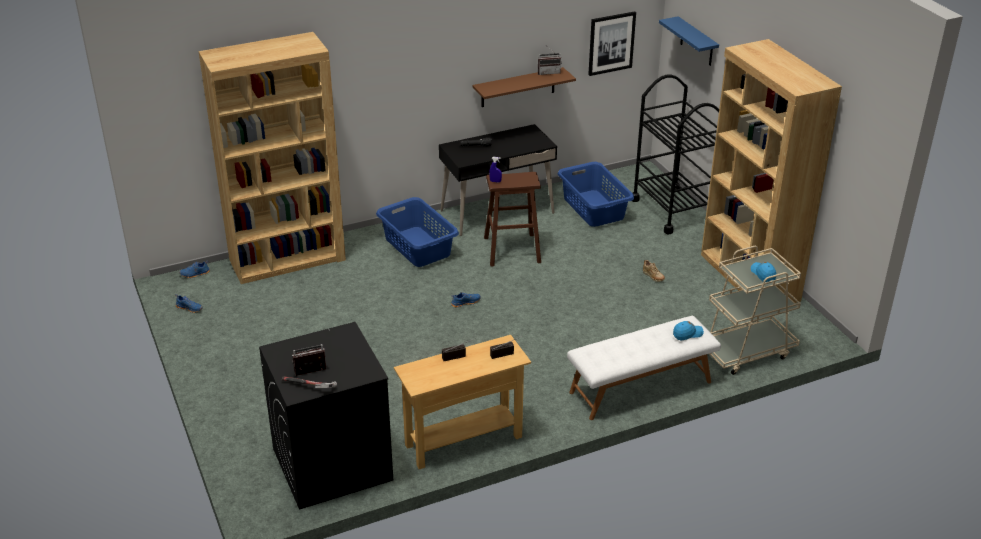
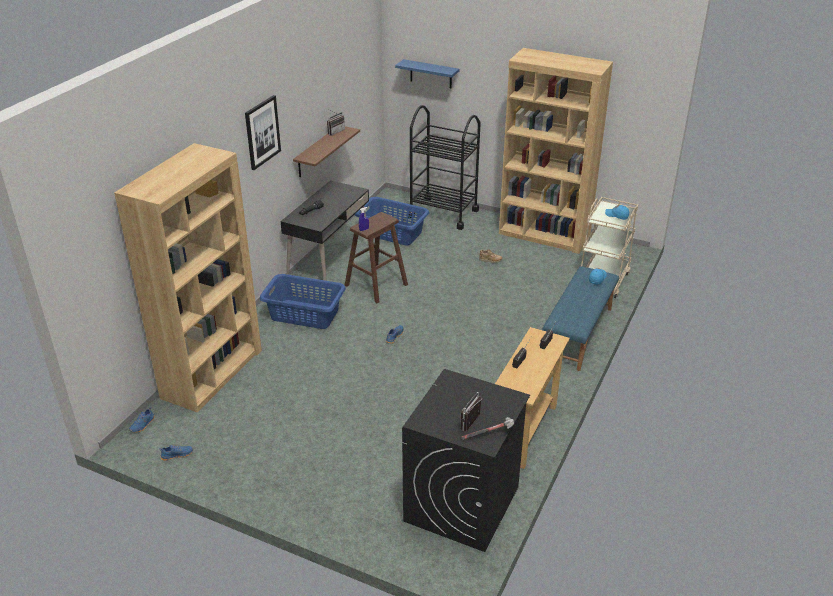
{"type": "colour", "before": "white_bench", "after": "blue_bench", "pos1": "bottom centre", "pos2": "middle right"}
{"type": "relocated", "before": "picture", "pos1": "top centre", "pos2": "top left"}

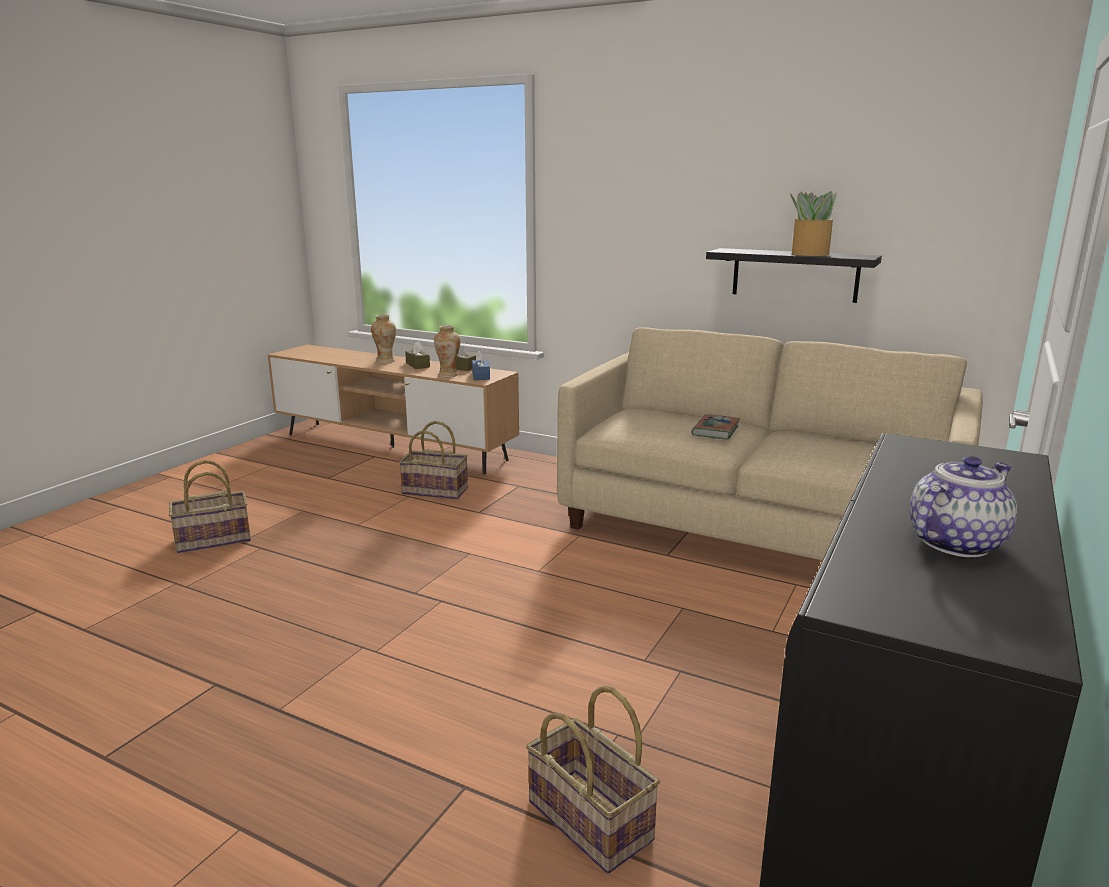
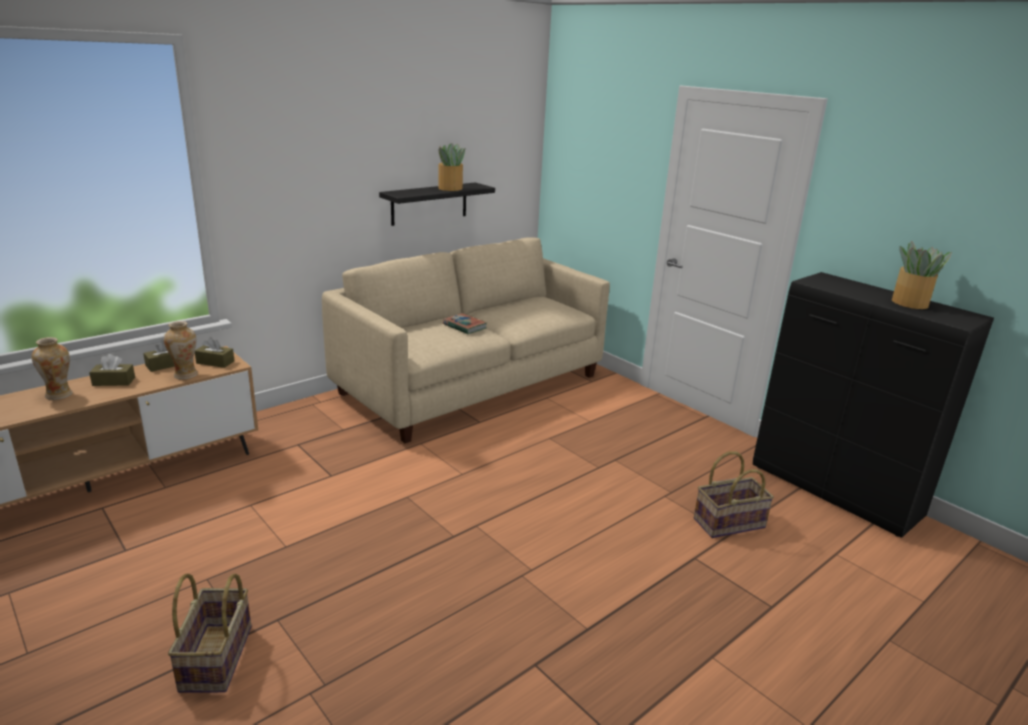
{"type": "missing", "before": "basket (no. 2 from left)", "pos1": "centre"}
{"type": "colour", "before": "blue_tissue_box", "after": "brown_tissue_box (no. 3 from left)", "pos1": "centre", "pos2": "middle left"}
{"type": "exchanged", "before": "teapot", "after": "potted_plant (no. 2 from left)", "pos1": "middle right", "pos2": "middle right"}

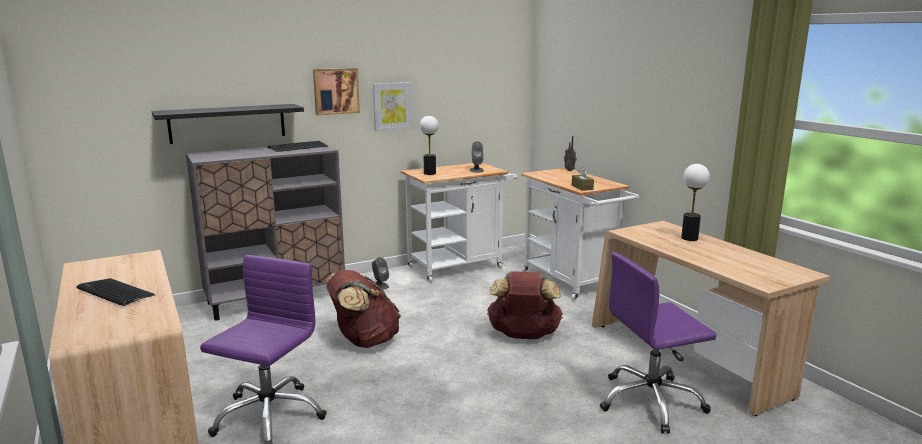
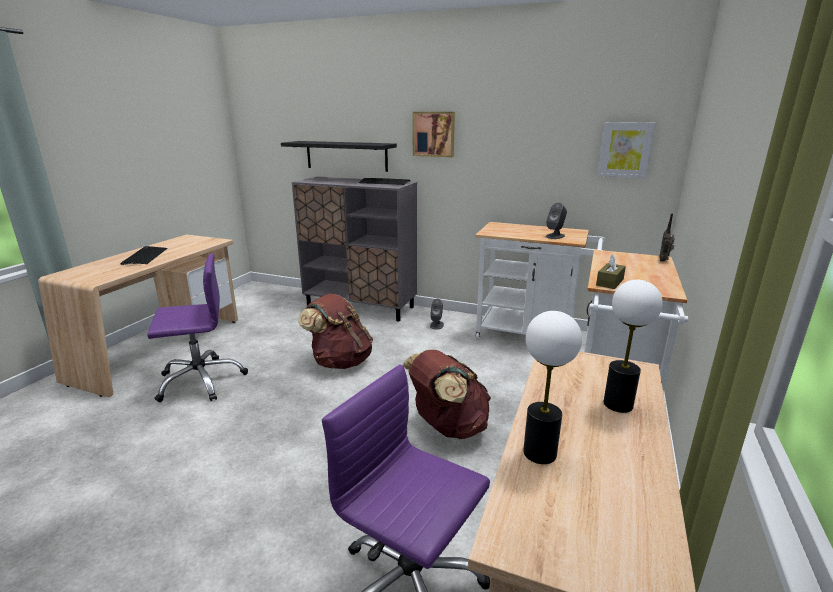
{"type": "relocated", "before": "picture (no. 2 from left)", "pos1": "top centre", "pos2": "top right"}
{"type": "relocated", "before": "table_lamp (no. 1 from left)", "pos1": "top centre", "pos2": "centre"}

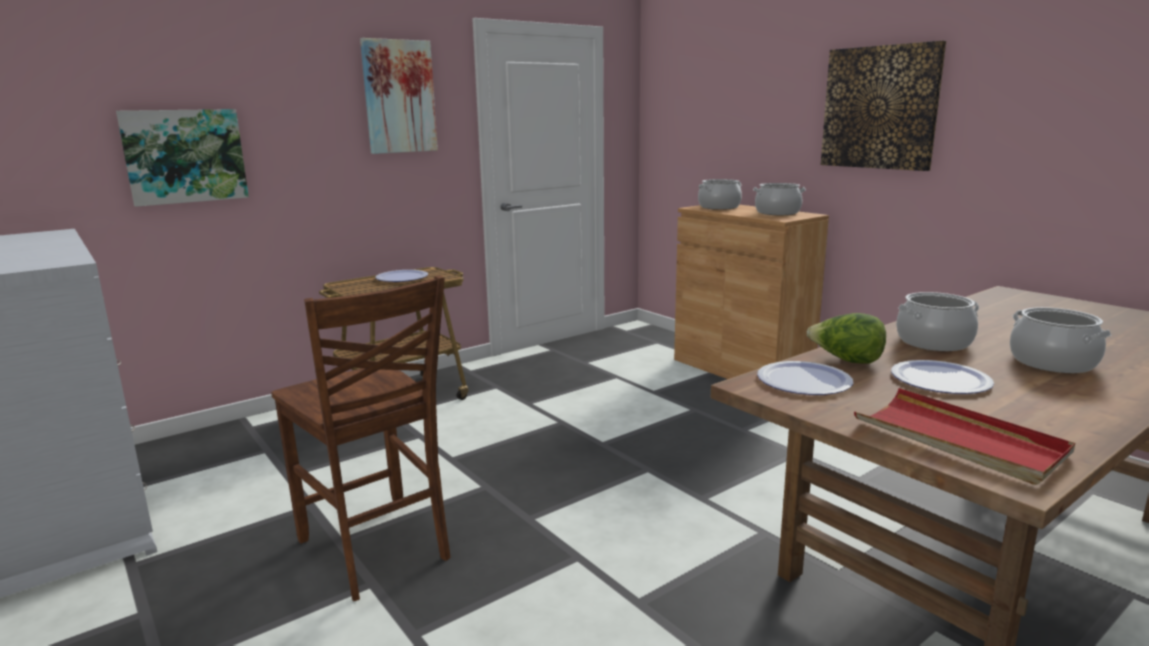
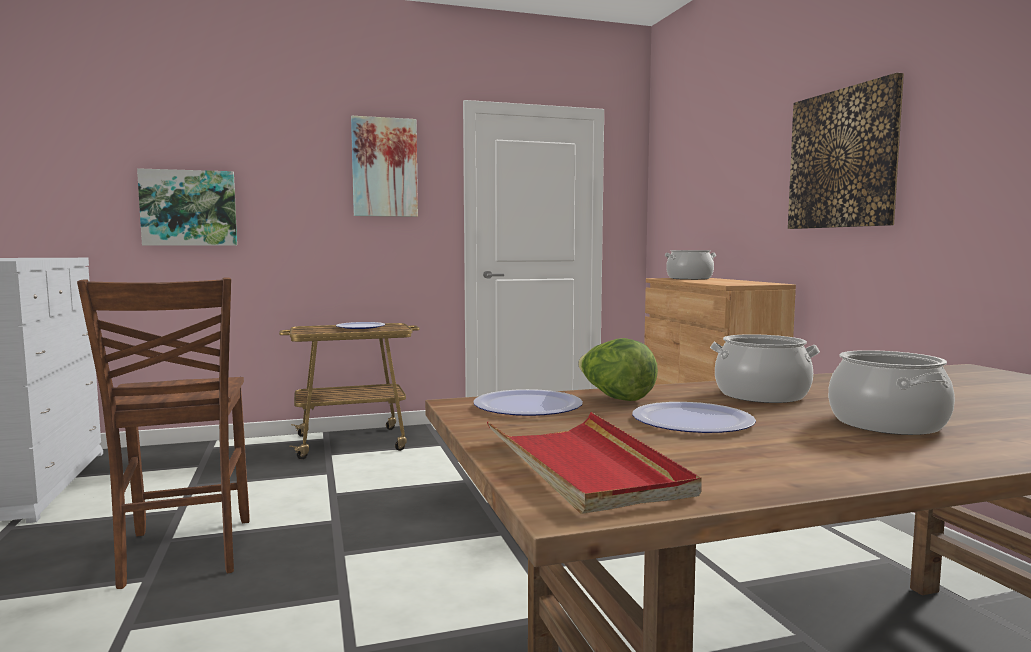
{"type": "missing", "before": "cooking_pot (no. 2 from left)", "pos1": "top right"}

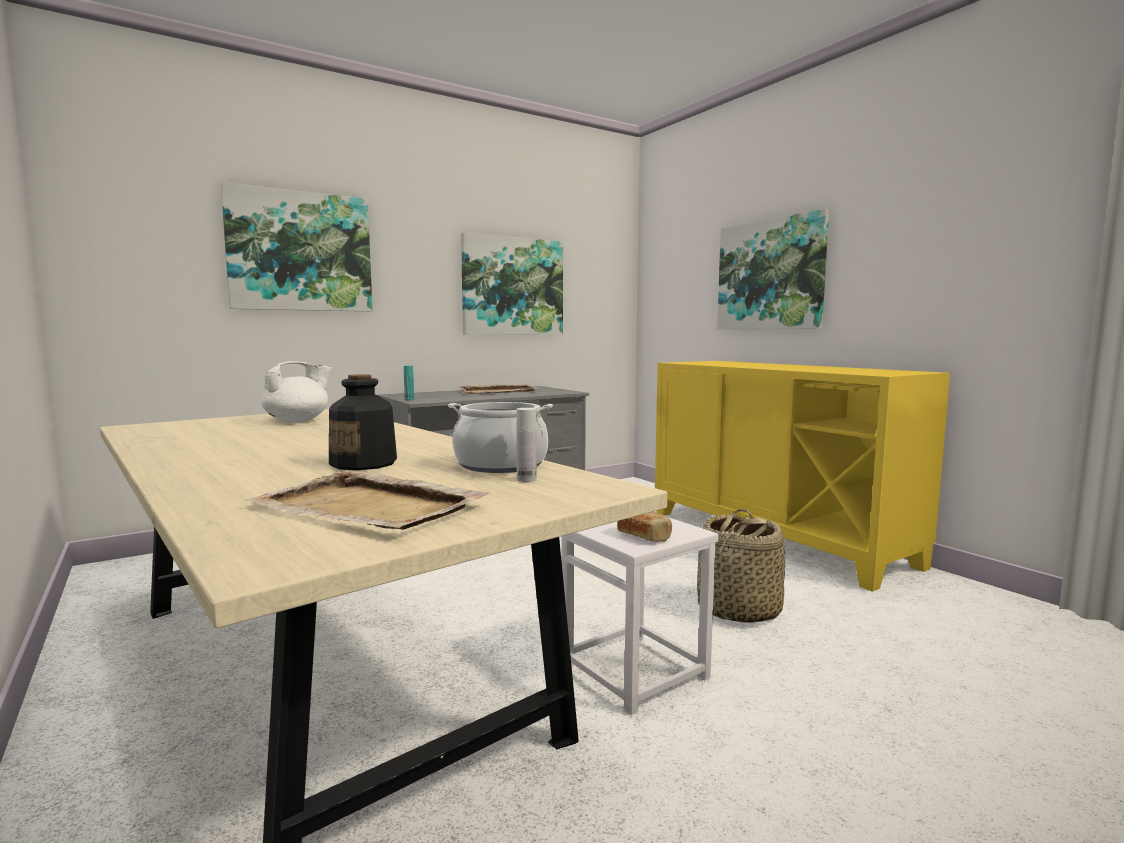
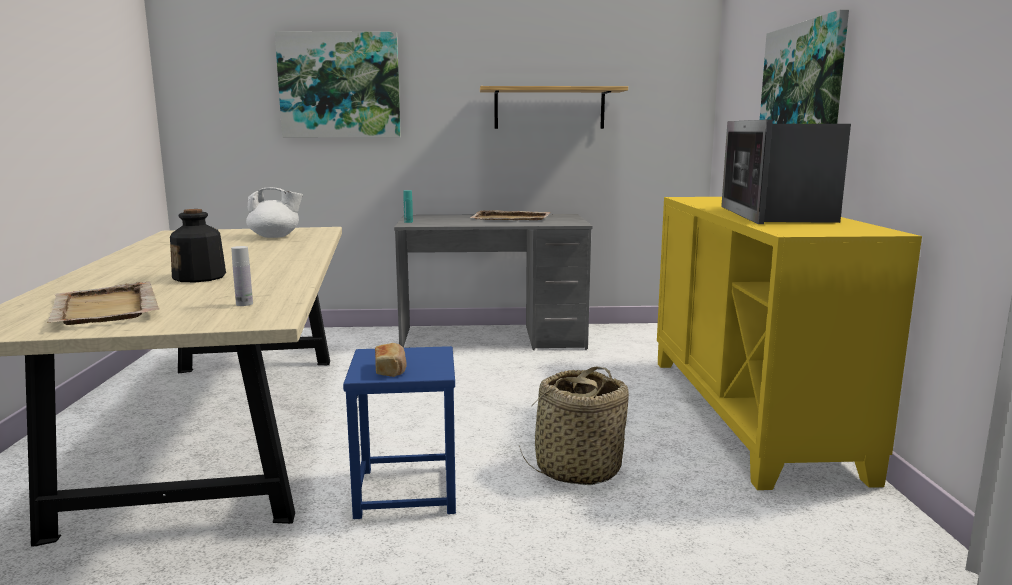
{"type": "missing", "before": "cooking_pot", "pos1": "centre"}
{"type": "exchanged", "before": "picture (no. 2 from left)", "after": "shelf", "pos1": "centre", "pos2": "top centre"}
{"type": "colour", "before": "white_stool", "after": "blue_stool", "pos1": "bottom centre", "pos2": "bottom centre"}
{"type": "appeared", "after": "microwave", "pos2": "top right"}

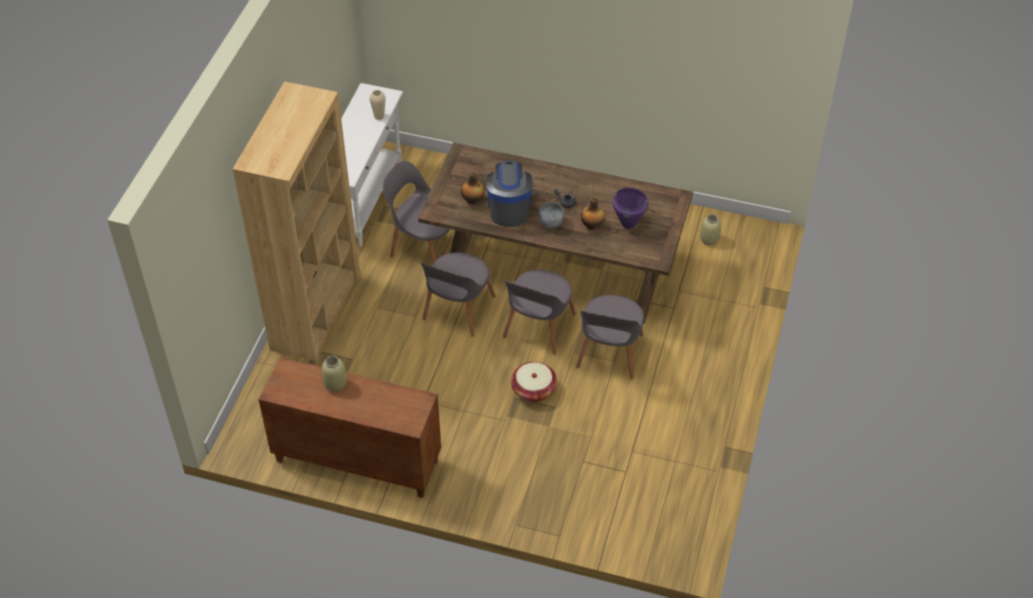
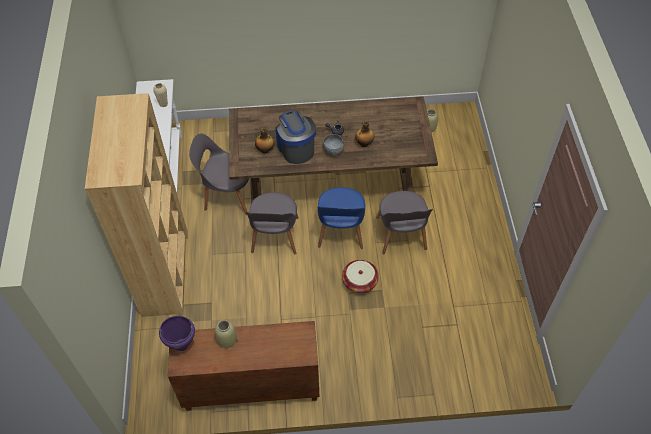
{"type": "colour", "before": "grey_chair (no. 3 from left)", "after": "blue_chair", "pos1": "centre", "pos2": "centre"}
{"type": "relocated", "before": "purple_cooking_pot", "pos1": "centre", "pos2": "bottom left"}

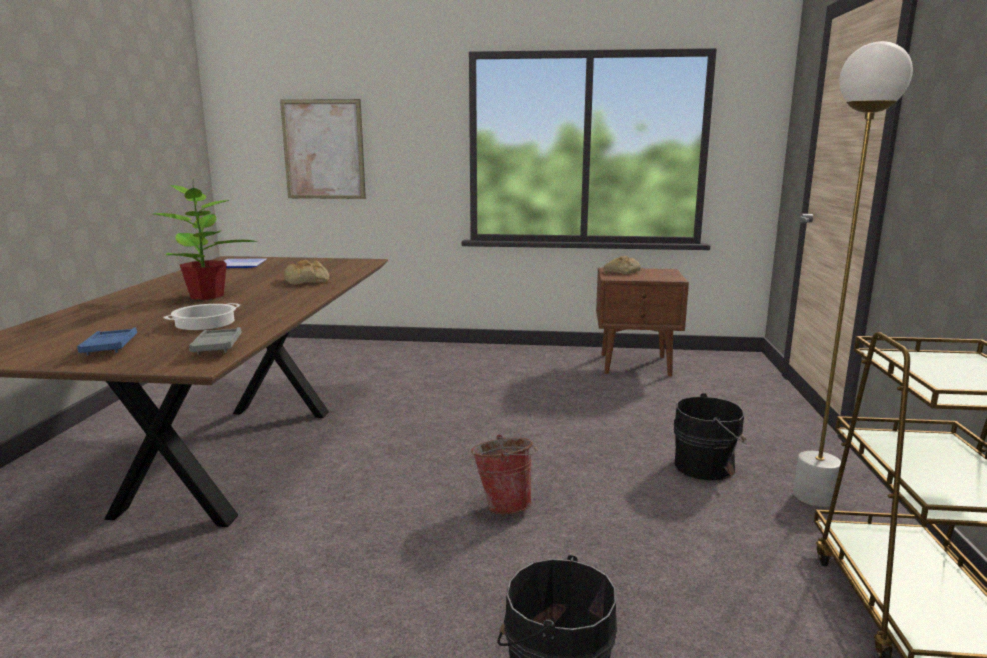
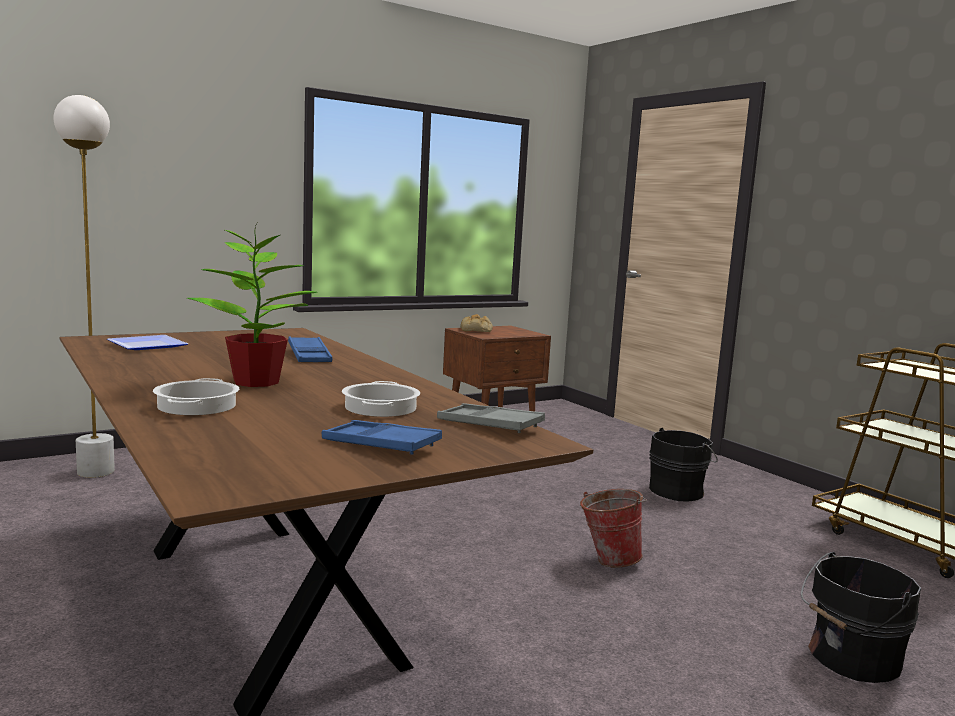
{"type": "missing", "before": "picture", "pos1": "top left"}
{"type": "exchanged", "before": "bread (no. 1 from left)", "after": "blue_tray (no. 1 from left)", "pos1": "middle left", "pos2": "middle left"}
{"type": "relocated", "before": "white_floor_lamp", "pos1": "middle right", "pos2": "middle left"}
{"type": "appeared", "after": "cooking_pot (no. 1 from left)", "pos2": "middle left"}

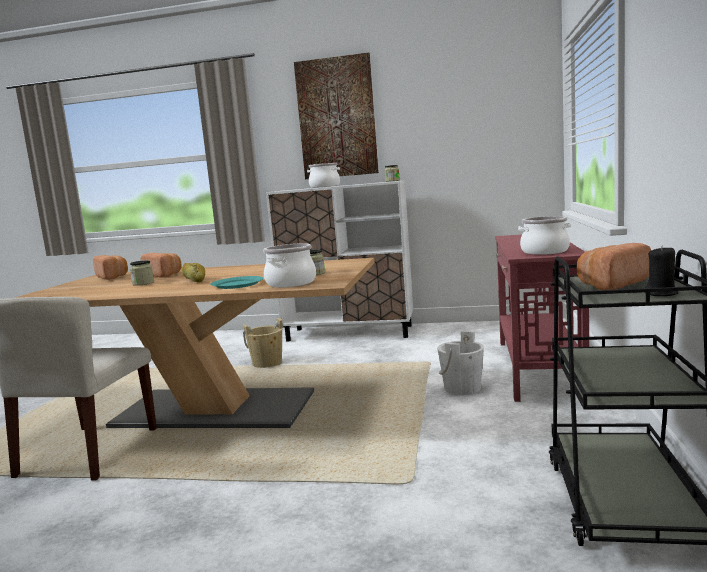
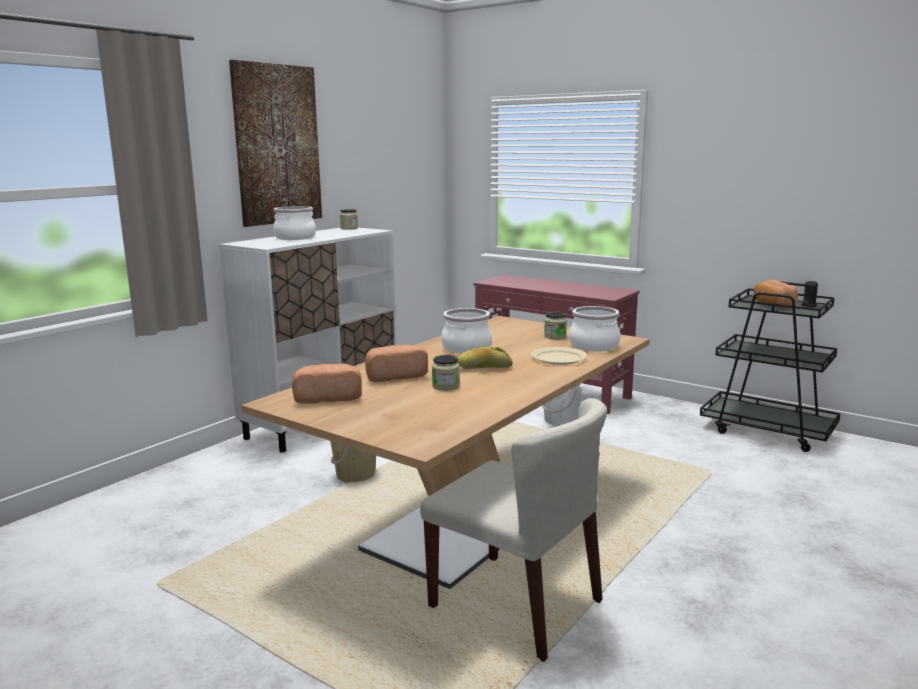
{"type": "colour", "before": "turquoise_plate", "after": "beige_plate", "pos1": "centre", "pos2": "centre"}
{"type": "relocated", "before": "cooking_pot (no. 3 from left in the first image)", "after": "cooking_pot (no. 2 from left)", "pos1": "middle right", "pos2": "centre"}

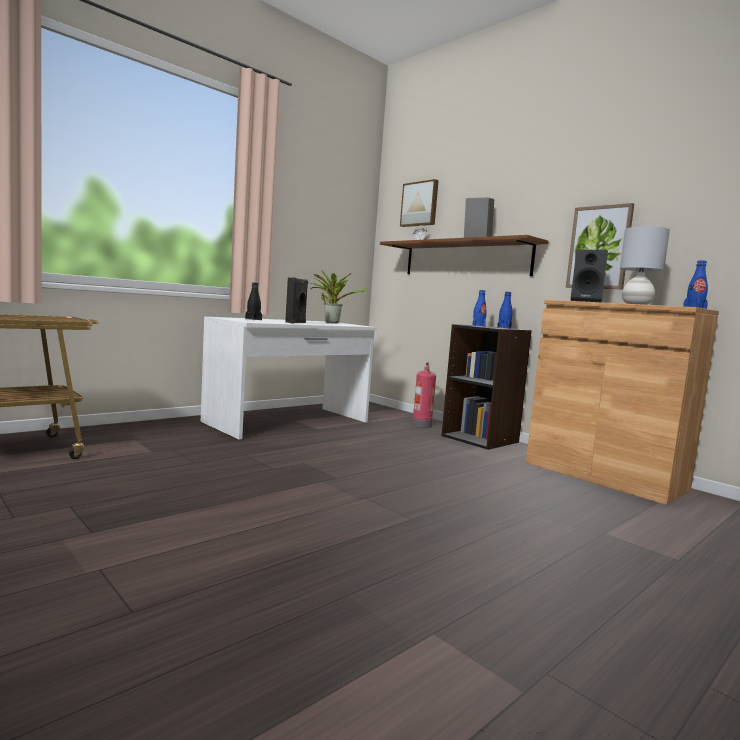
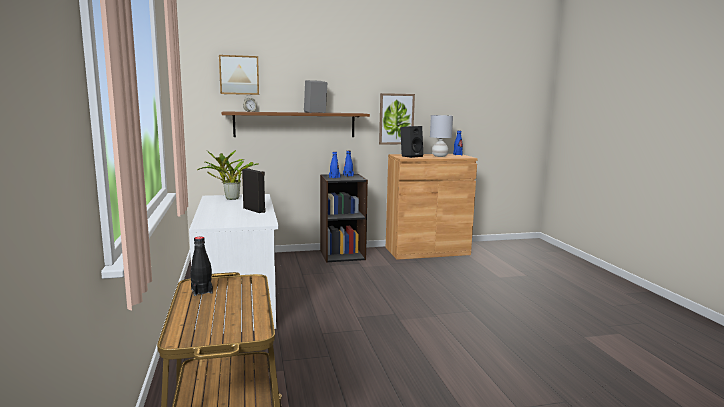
{"type": "relocated", "before": "black_bottle", "pos1": "centre", "pos2": "middle left"}
{"type": "missing", "before": "fire_extinguisher", "pos1": "centre"}

